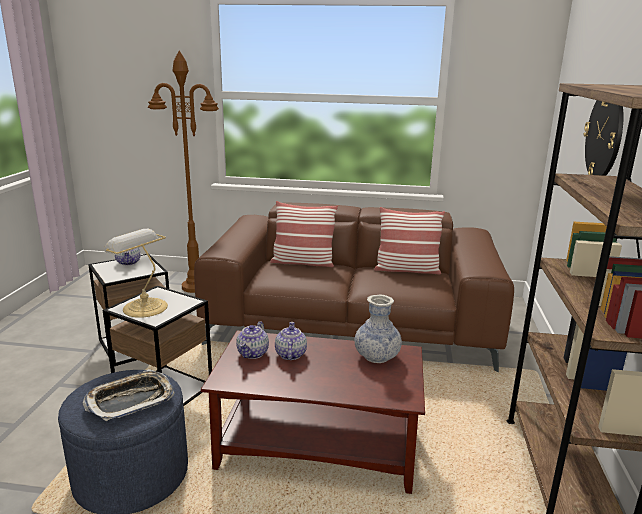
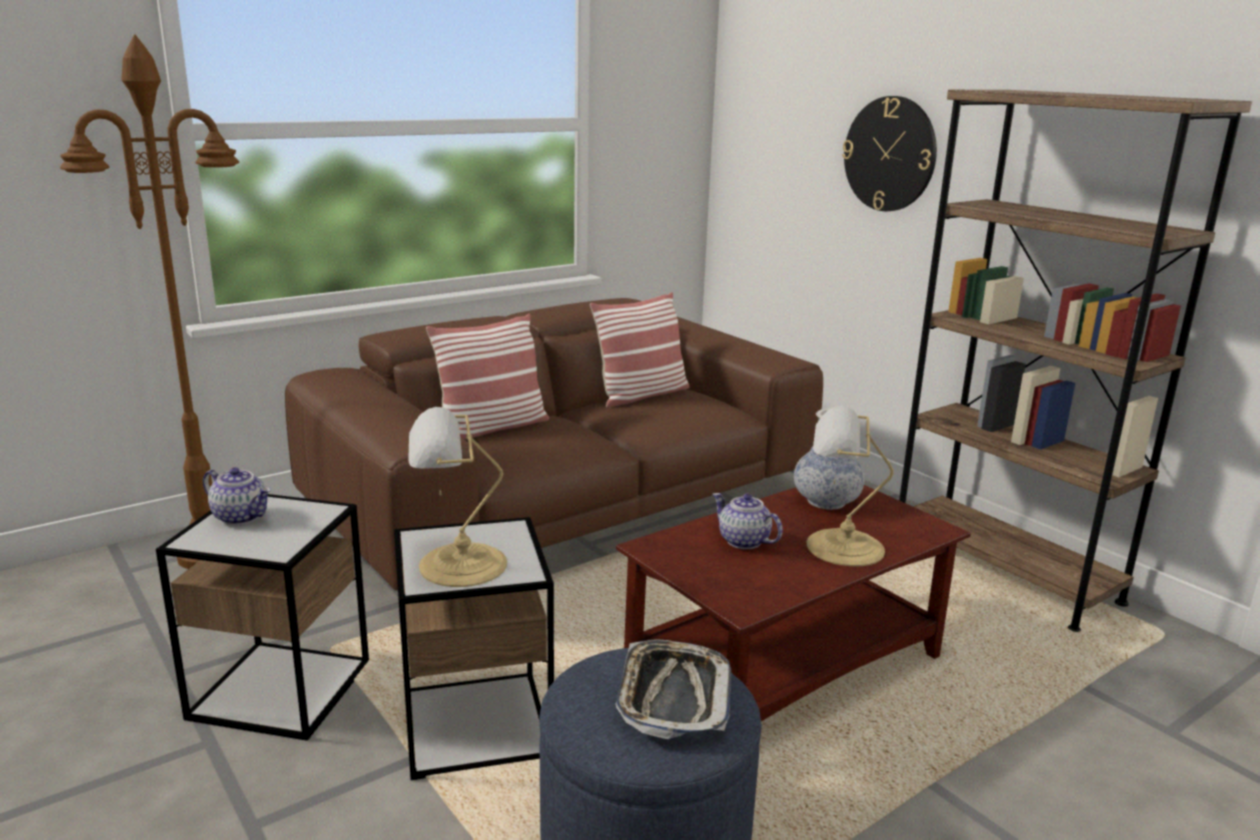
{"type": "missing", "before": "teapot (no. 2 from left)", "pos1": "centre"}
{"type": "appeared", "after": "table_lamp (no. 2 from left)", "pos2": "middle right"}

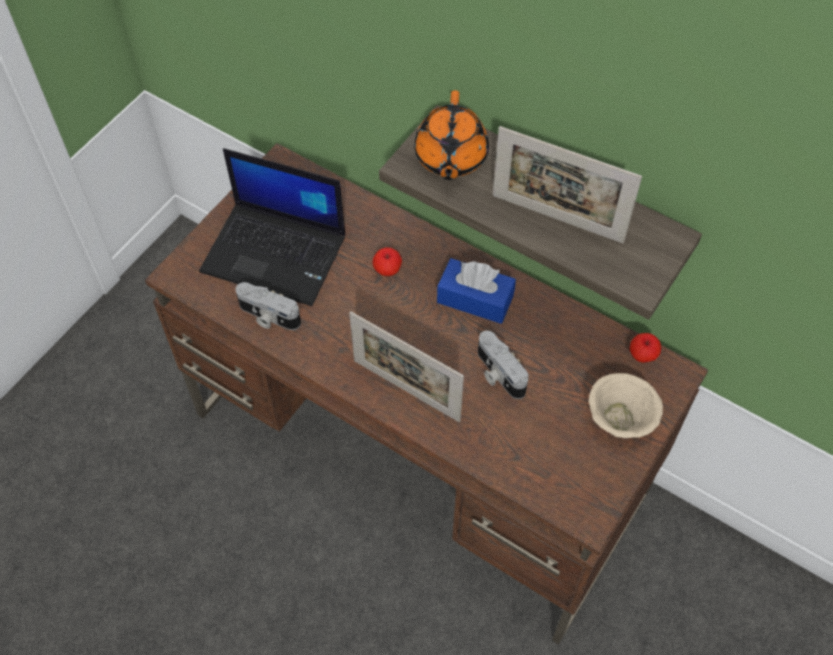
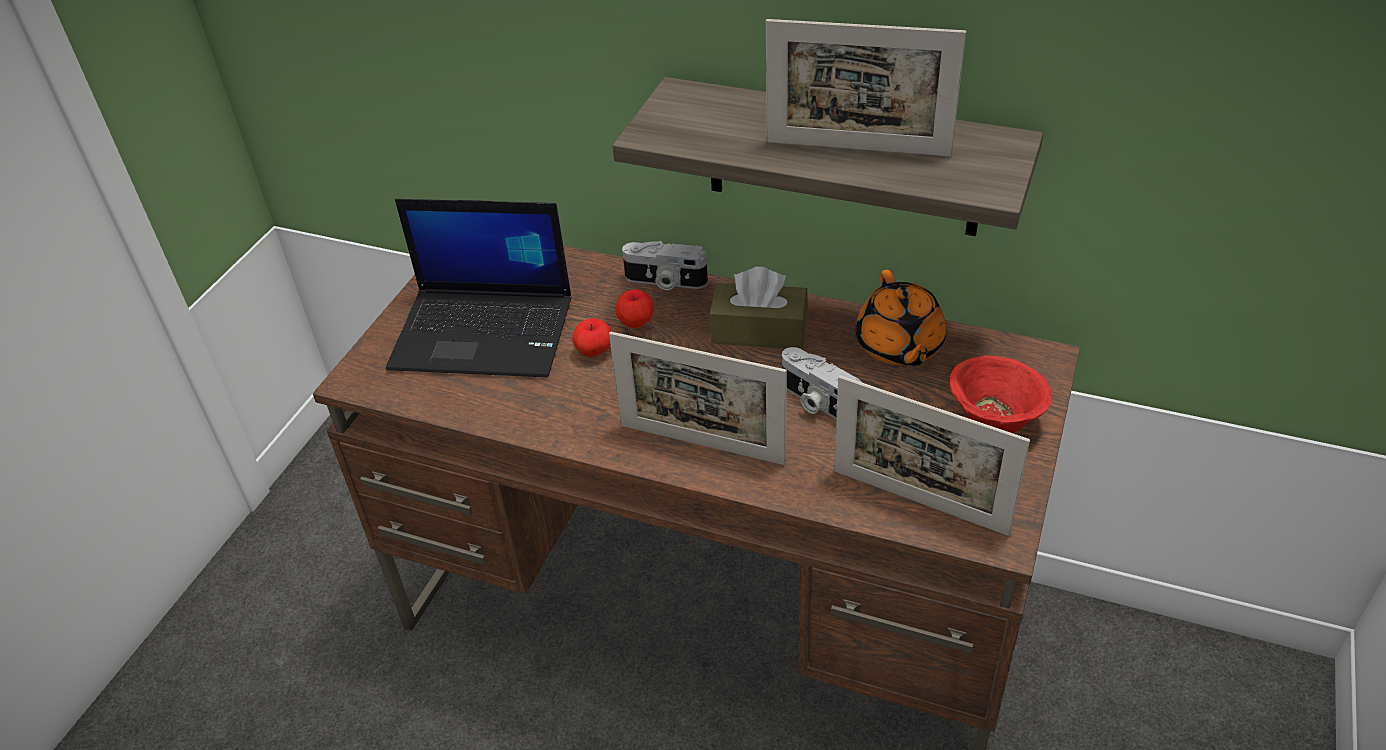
{"type": "relocated", "before": "photo_camera (no. 1 from left)", "pos1": "middle left", "pos2": "centre"}
{"type": "relocated", "before": "orange_teapot", "pos1": "top centre", "pos2": "centre"}
{"type": "colour", "before": "blue_tissue_box", "after": "brown_tissue_box", "pos1": "centre", "pos2": "centre"}
{"type": "colour", "before": "beige_bowl", "after": "red_bowl", "pos1": "middle right", "pos2": "middle right"}
{"type": "relocated", "before": "apple (no. 2 from left in the first image)", "after": "apple (no. 1 from left)", "pos1": "middle right", "pos2": "centre"}
{"type": "appeared", "after": "picture_frame (no. 3 from left)", "pos2": "middle right"}

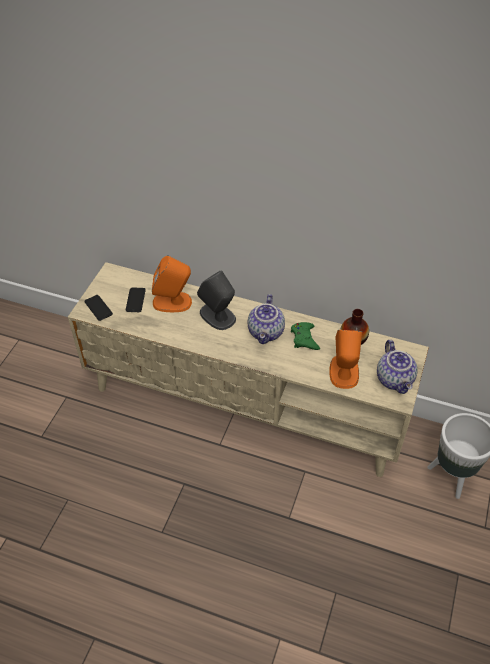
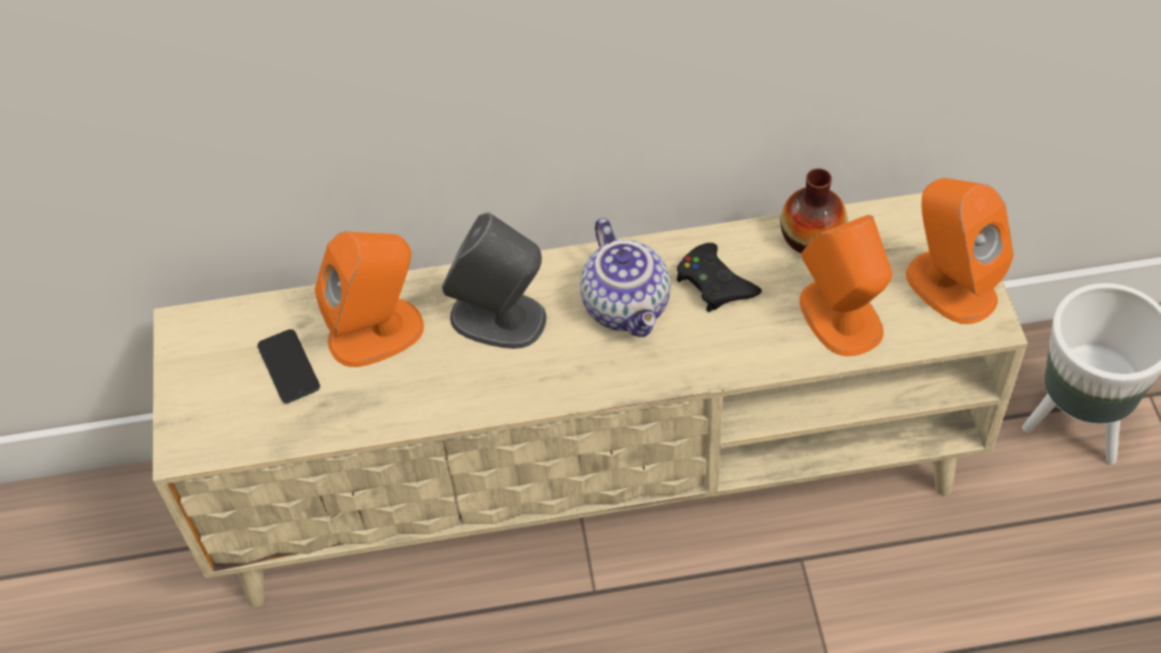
{"type": "missing", "before": "phone (no. 1 from left)", "pos1": "middle left"}
{"type": "colour", "before": "green_game_controller", "after": "black_game_controller", "pos1": "centre", "pos2": "centre"}
{"type": "exchanged", "before": "teapot (no. 2 from left)", "after": "orange_speaker (no. 3 from left)", "pos1": "middle right", "pos2": "middle right"}

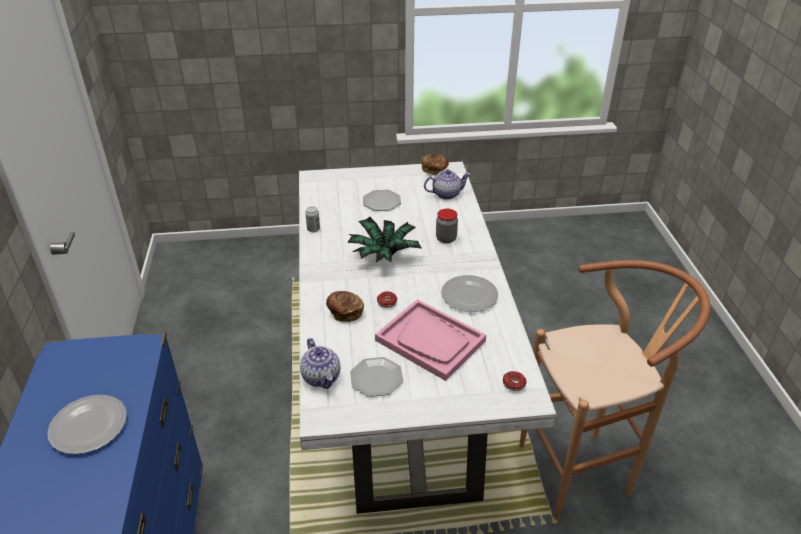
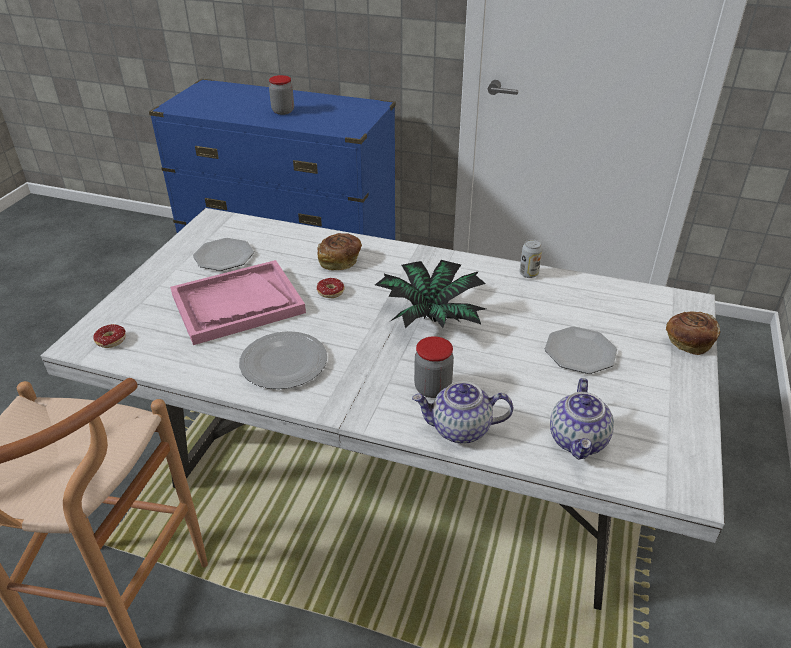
{"type": "exchanged", "before": "plate (no. 1 from left)", "after": "jar (no. 1 from left)", "pos1": "bottom left", "pos2": "top centre"}
{"type": "relocated", "before": "teapot (no. 1 from left)", "pos1": "bottom centre", "pos2": "centre"}
{"type": "relocated", "before": "bread (no. 2 from left)", "pos1": "top centre", "pos2": "middle right"}

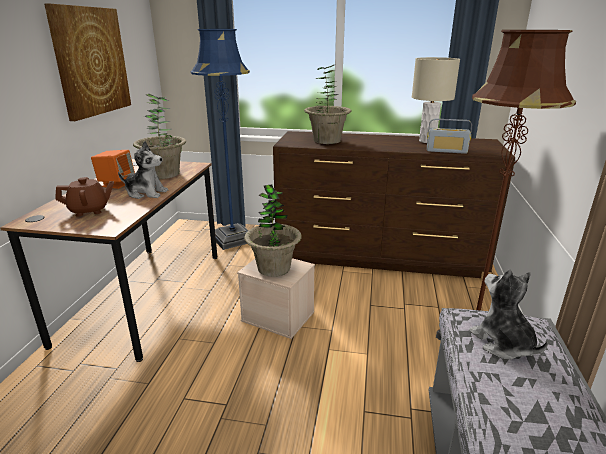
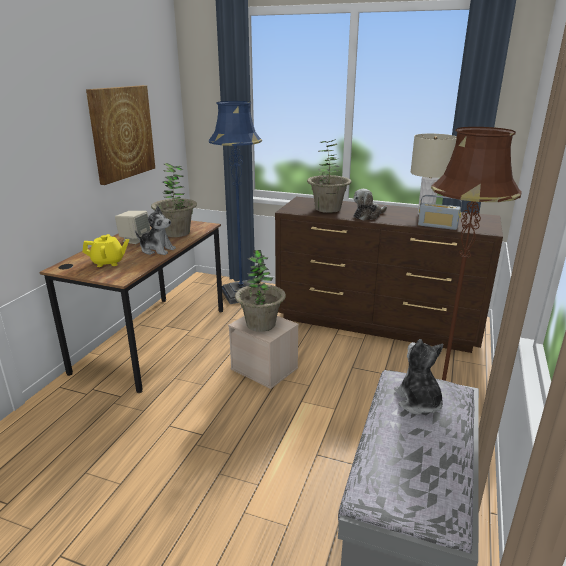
{"type": "colour", "before": "brown_teapot", "after": "yellow_teapot", "pos1": "middle left", "pos2": "middle left"}
{"type": "colour", "before": "orange_speaker", "after": "beige_speaker", "pos1": "middle left", "pos2": "middle left"}
{"type": "appeared", "after": "plush_toy (no. 2 from left)", "pos2": "centre"}

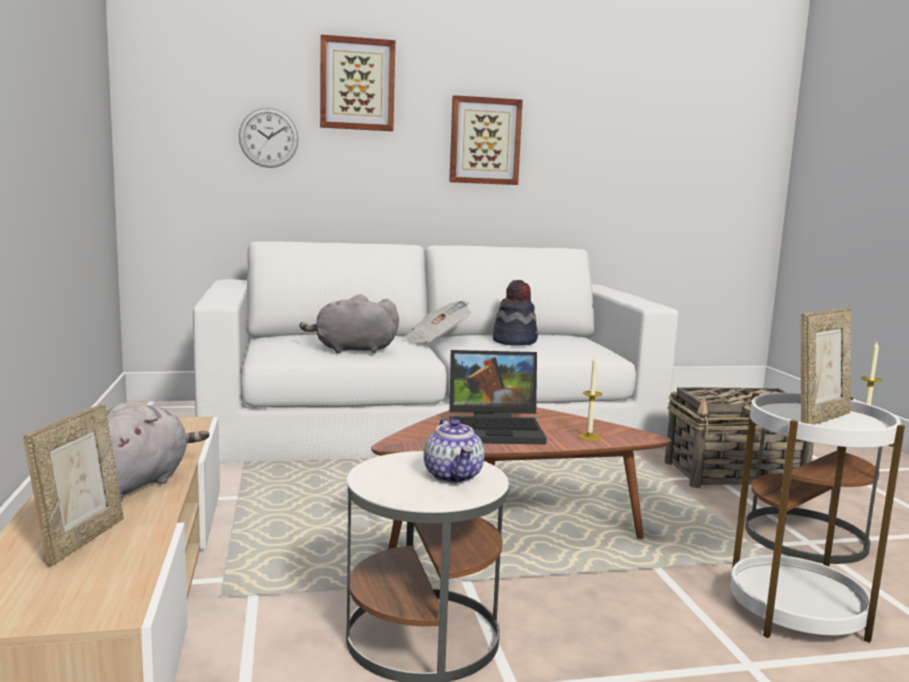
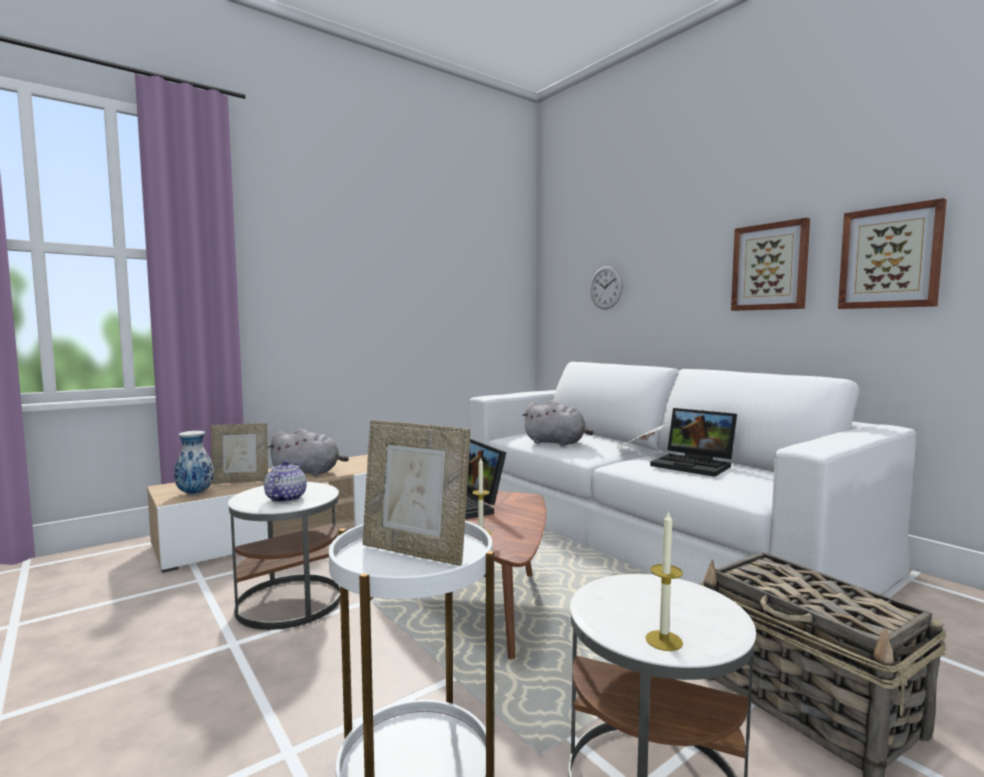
{"type": "spun", "before": "grey_plush_toy (no. 2 from left)", "pos1": "centre", "pos2": "centre", "turn": 150}
{"type": "relocated", "before": "picture (no. 1 from left in the first image)", "after": "picture (no. 2 from left)", "pos1": "top centre", "pos2": "top right"}
{"type": "spun", "before": "teapot", "pos1": "centre", "pos2": "middle left", "turn": 135}
{"type": "exchanged", "before": "hat", "after": "laptop (no. 2 from left)", "pos1": "centre", "pos2": "middle right"}
{"type": "appeared", "after": "vase", "pos2": "middle left"}

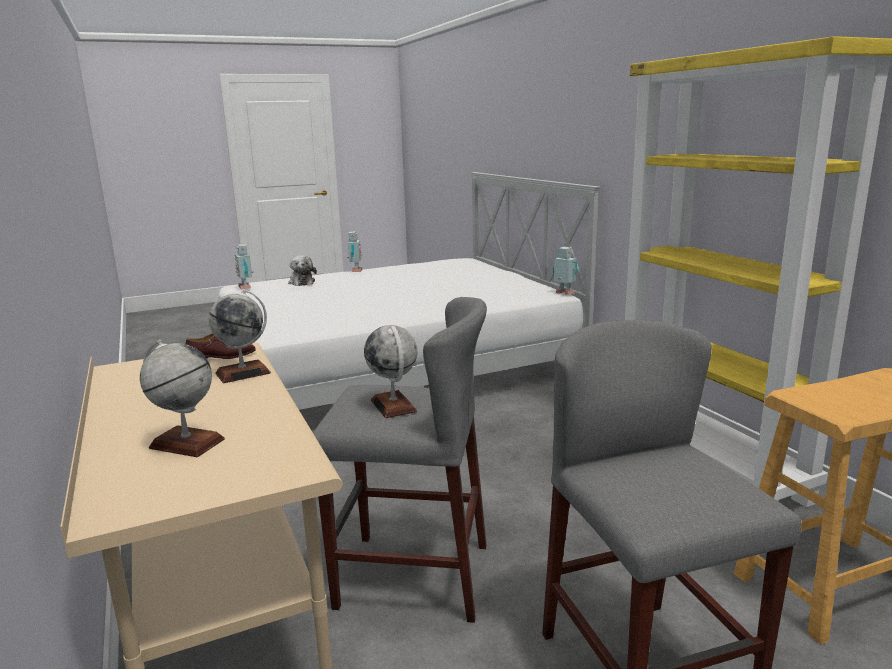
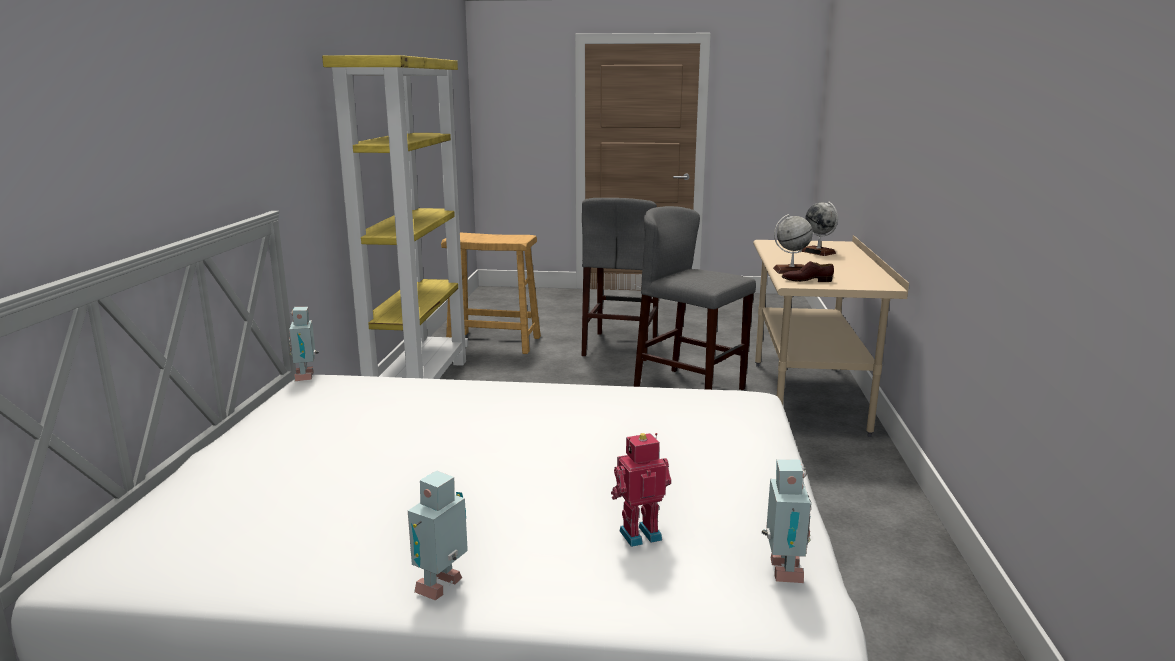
{"type": "exchanged", "before": "plush_toy", "after": "toy_robot (no. 3 from left)", "pos1": "centre", "pos2": "bottom centre"}
{"type": "missing", "before": "globe (no. 3 from left)", "pos1": "centre"}

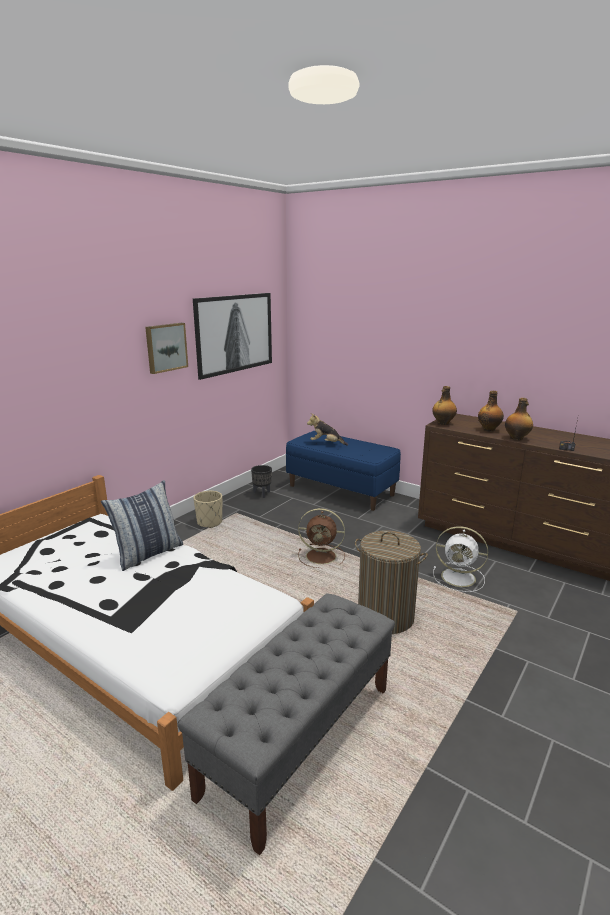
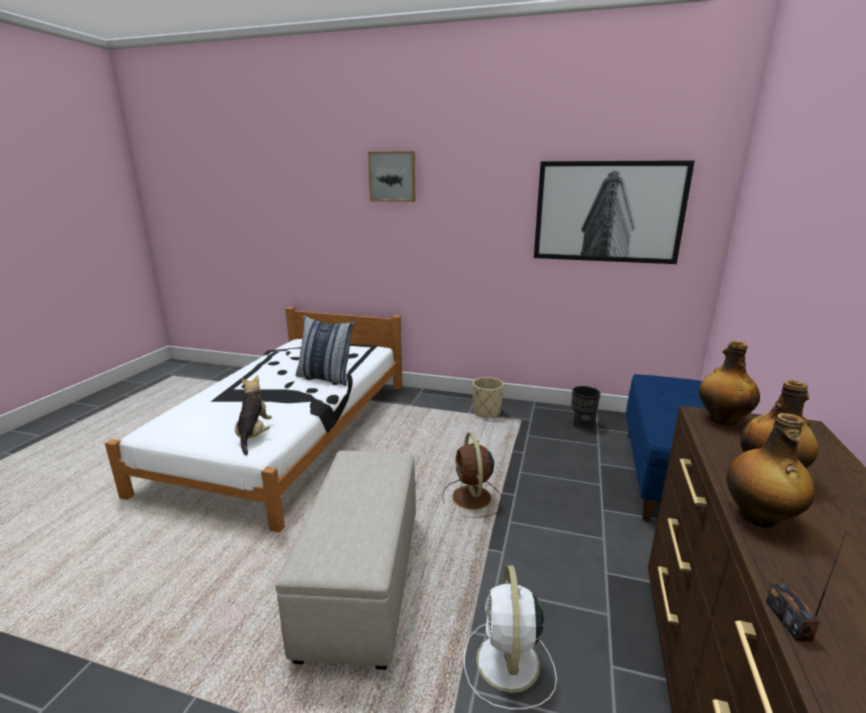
{"type": "relocated", "before": "picture (no. 1 from left)", "pos1": "middle left", "pos2": "top centre"}
{"type": "missing", "before": "grey_bench", "pos1": "bottom centre"}
{"type": "relocated", "before": "plush_toy", "pos1": "centre", "pos2": "middle left"}
{"type": "exchanged", "before": "laundry_basket", "after": "beige_ottoman", "pos1": "centre", "pos2": "bottom centre"}

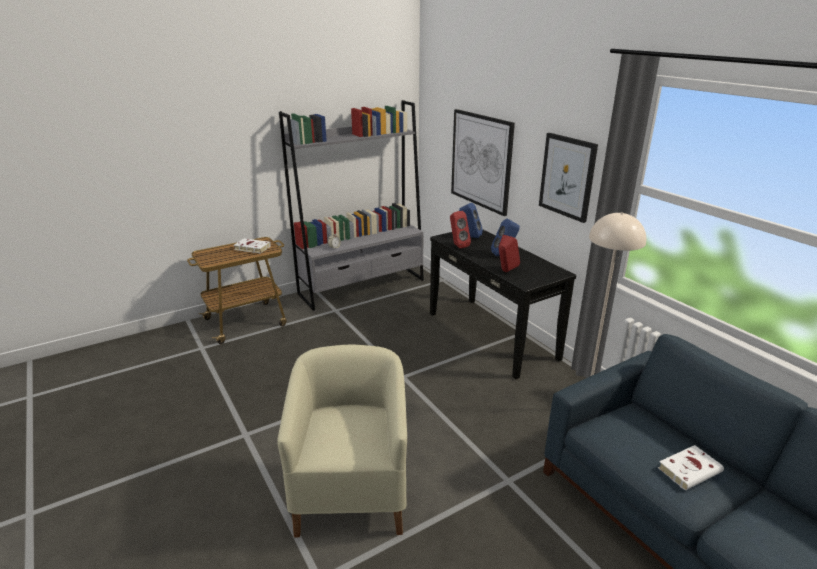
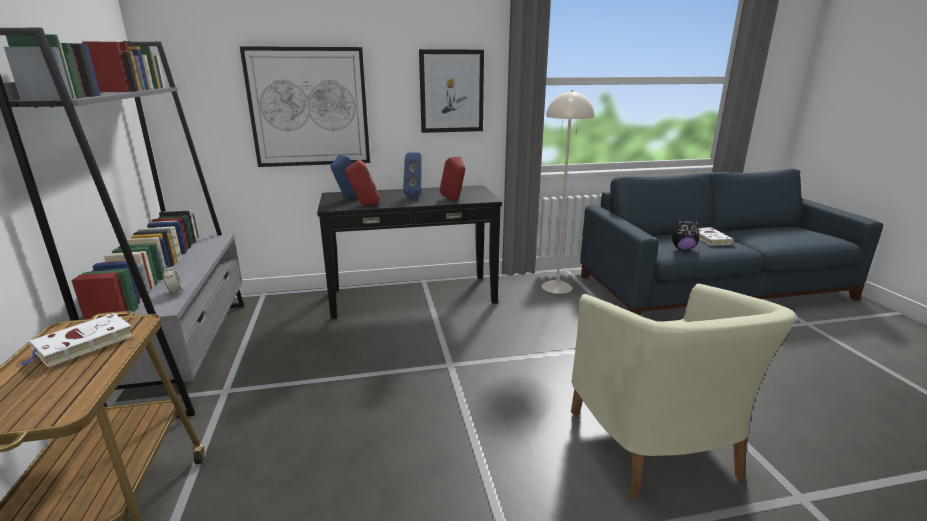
{"type": "spun", "before": "beige_armchair", "pos1": "bottom centre", "pos2": "bottom right", "turn": -120}
{"type": "appeared", "after": "plush_toy", "pos2": "middle right"}

